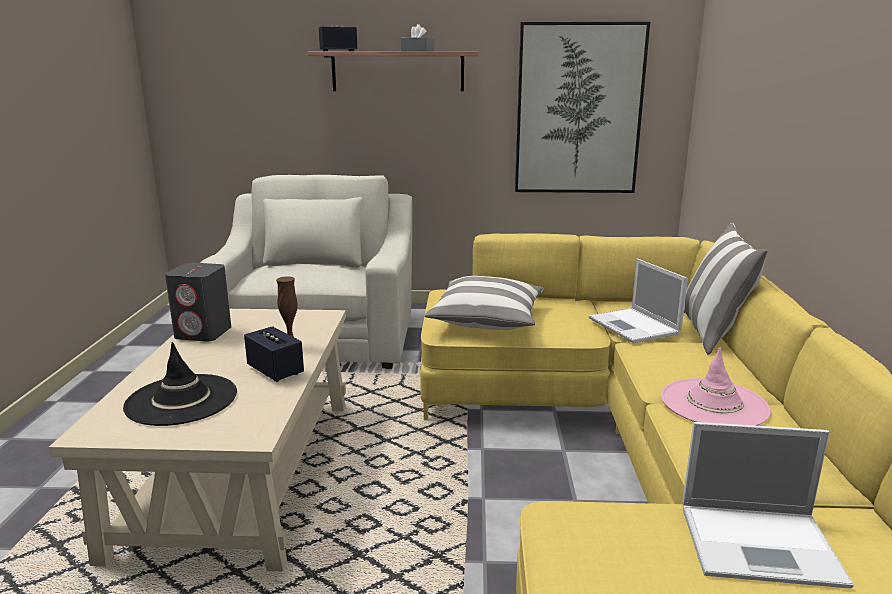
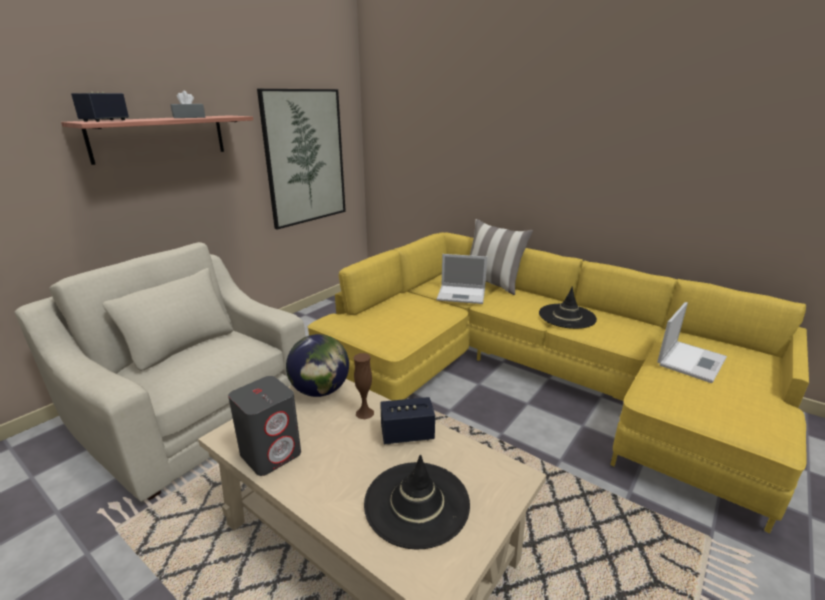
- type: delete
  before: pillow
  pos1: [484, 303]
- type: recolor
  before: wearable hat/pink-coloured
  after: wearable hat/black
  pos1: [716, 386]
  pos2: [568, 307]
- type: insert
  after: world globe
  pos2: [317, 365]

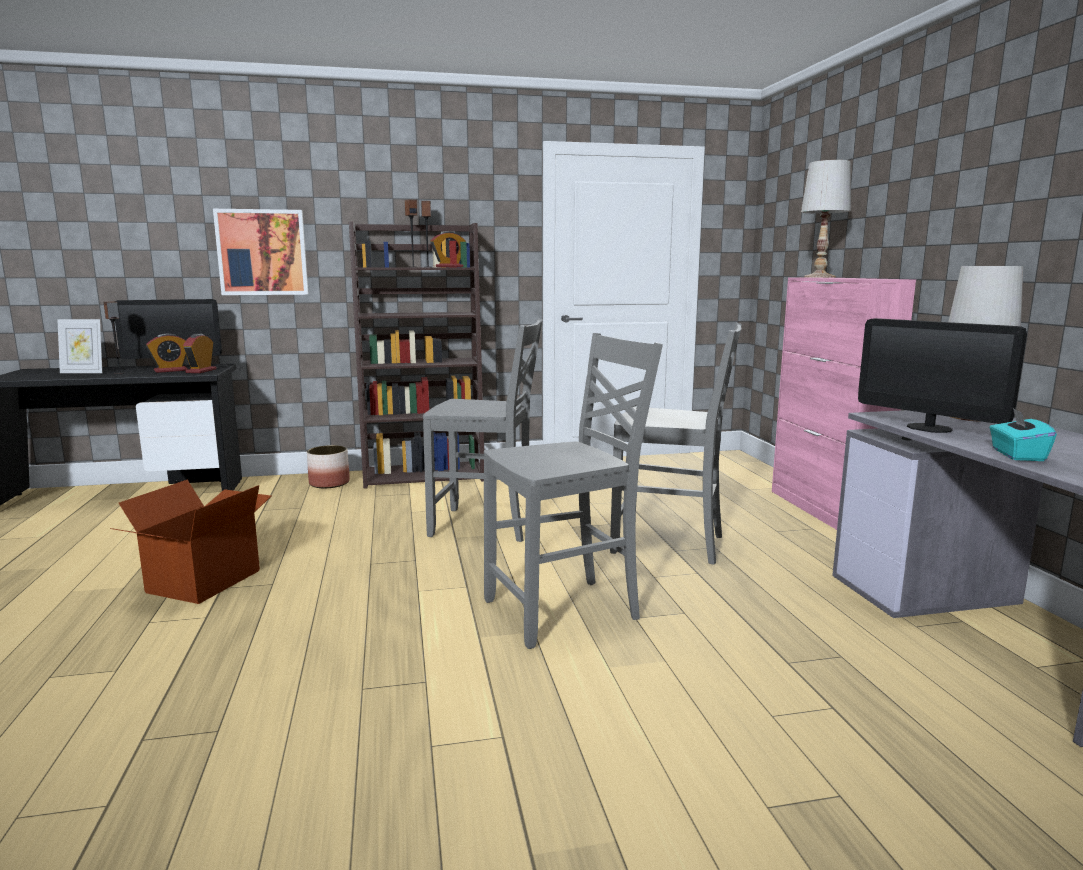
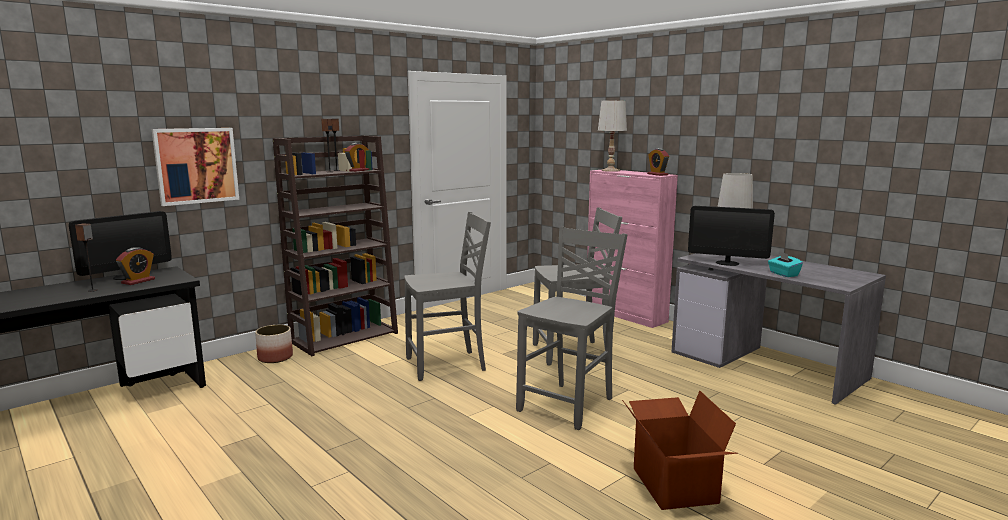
- type: delete
  before: picture frame
  pos1: [79, 346]
- type: move
  before: packing box
  pos1: [190, 542]
  pos2: [680, 450]
- type: move
  before: table clock
  pos1: [200, 353]
  pos2: [658, 162]

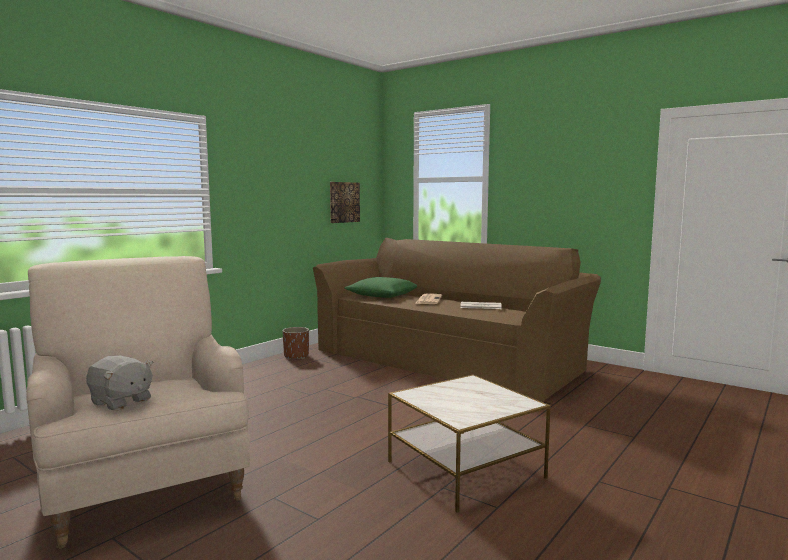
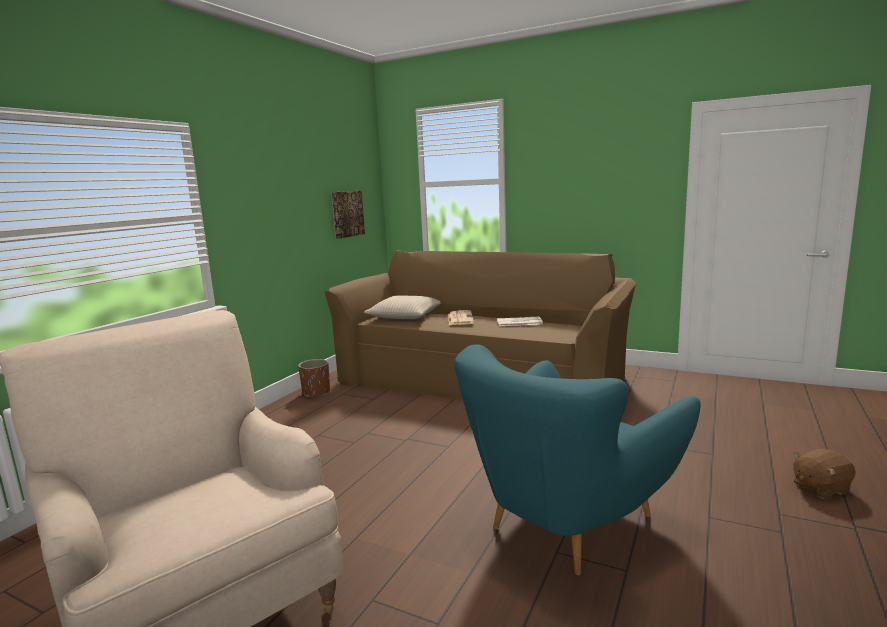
- type: delete
  before: plush toy/gray
  pos1: [120, 382]
- type: recolor
  before: pillow/green
  after: pillow/beige-coloured
  pos1: [381, 287]
  pos2: [402, 307]
- type: replace
  before: accent table
  after: lounge chair/turquoise-coloured
  pos1: [469, 443]
  pos2: [577, 460]
- type: insert
  after: plush toy/brown-coloured
  pos2: [824, 474]

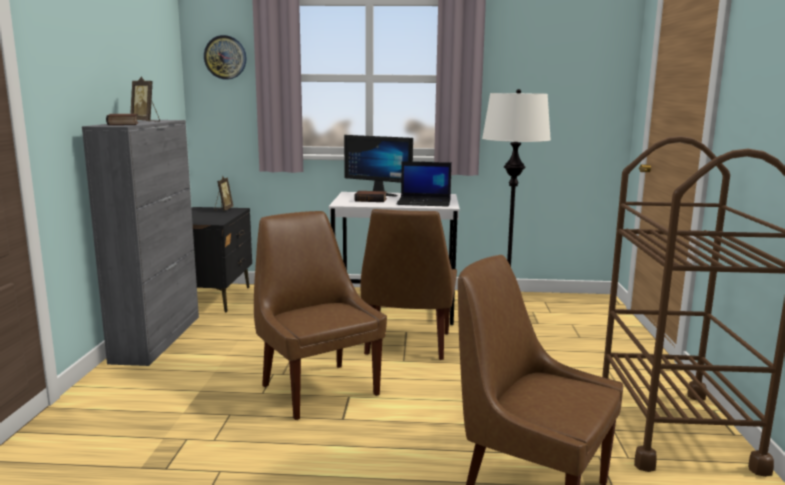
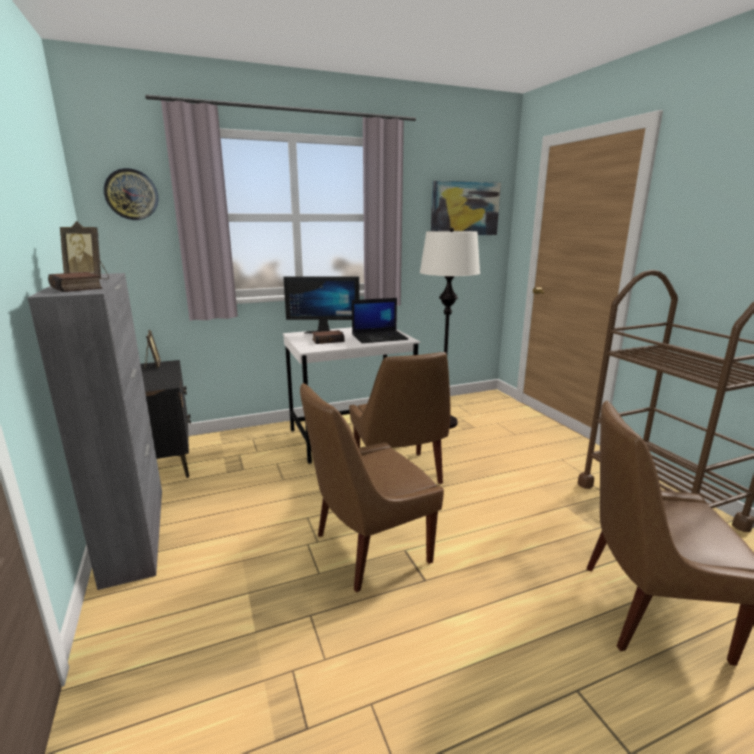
- type: rotate
  before: plain chair/brown-coloured
  pos1: [320, 315]
  pos2: [372, 488]
  turn: -60
- type: insert
  after: picture
  pos2: [466, 208]

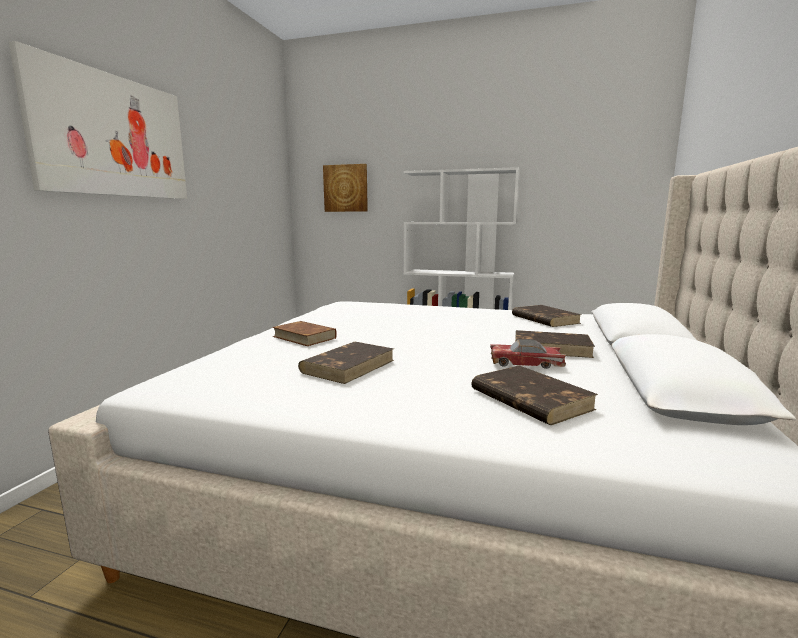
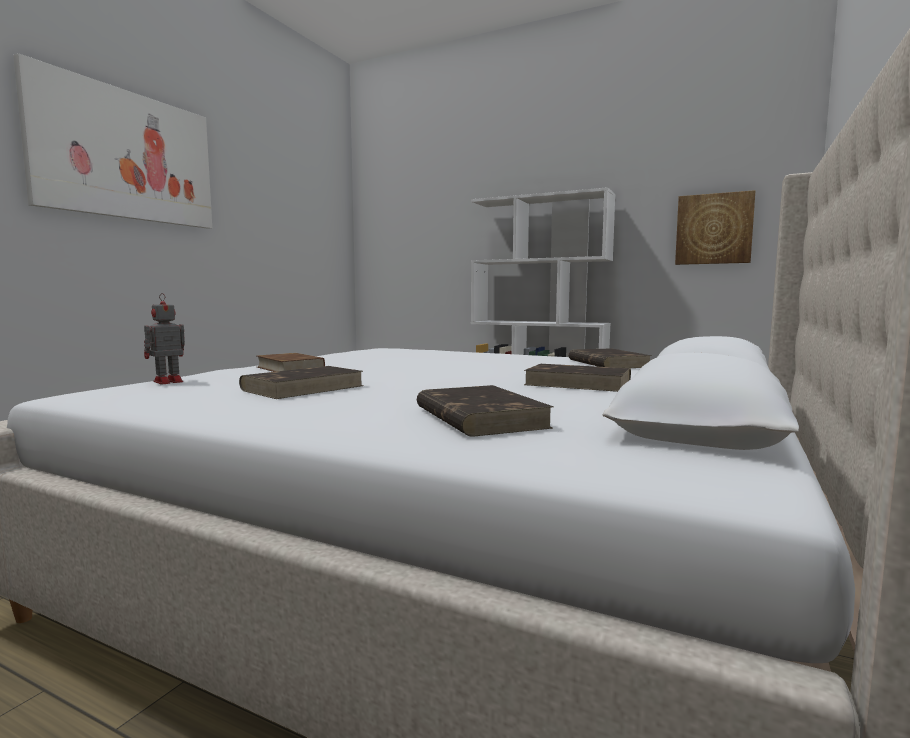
- type: move
  before: picture
  pos1: [345, 188]
  pos2: [715, 227]
- type: delete
  before: miniature car
  pos1: [528, 354]
- type: insert
  after: model robot
  pos2: [164, 338]

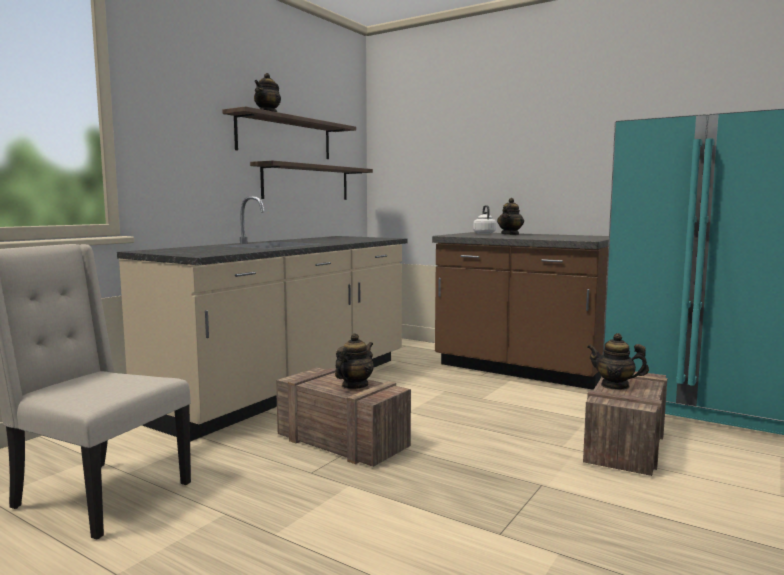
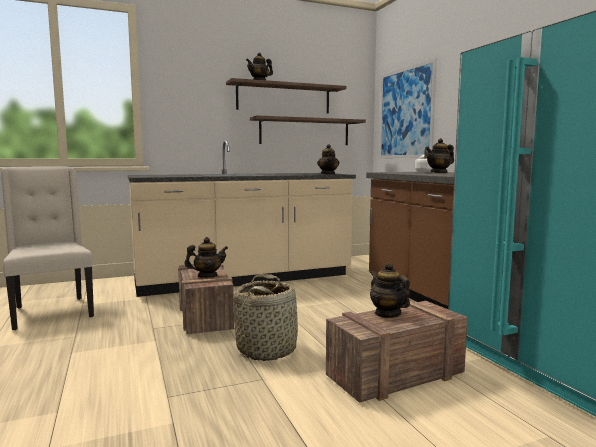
- type: insert
  after: household basket
  pos2: [265, 317]
- type: insert
  after: teapot
  pos2: [328, 159]
- type: insert
  after: picture
  pos2: [408, 108]

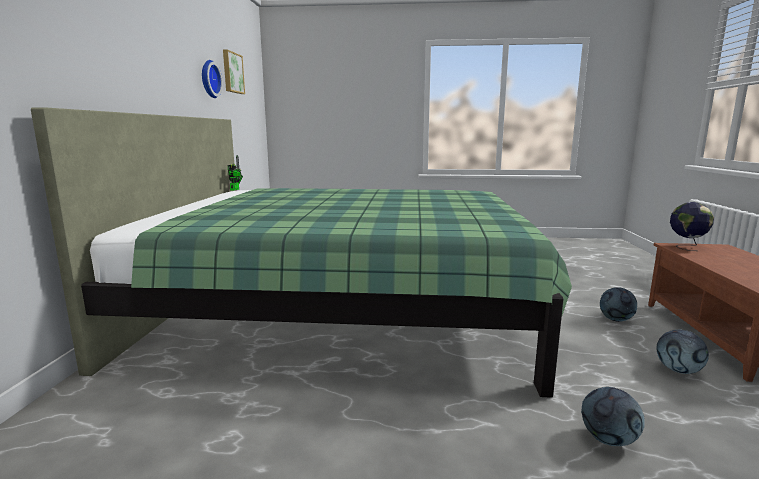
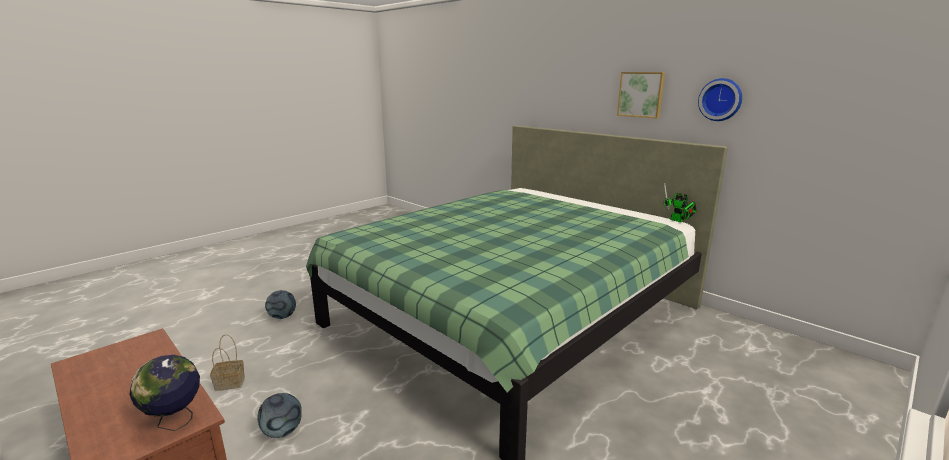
- type: move
  before: picture
  pos1: [234, 71]
  pos2: [641, 95]
- type: replace
  before: football ball
  after: household basket
  pos1: [682, 352]
  pos2: [227, 362]

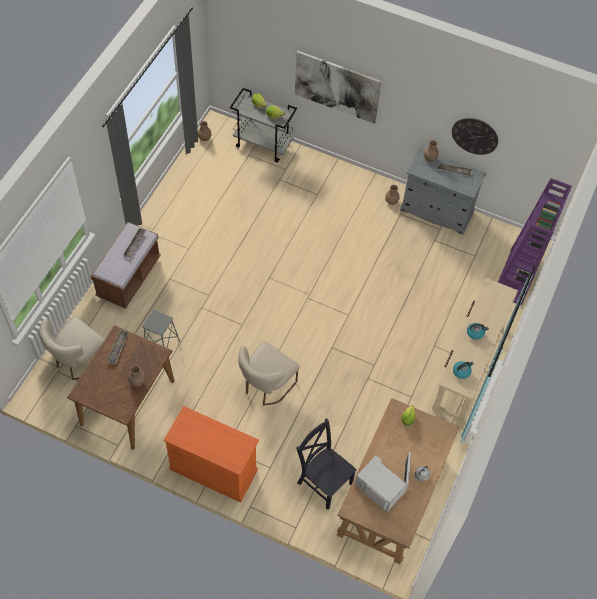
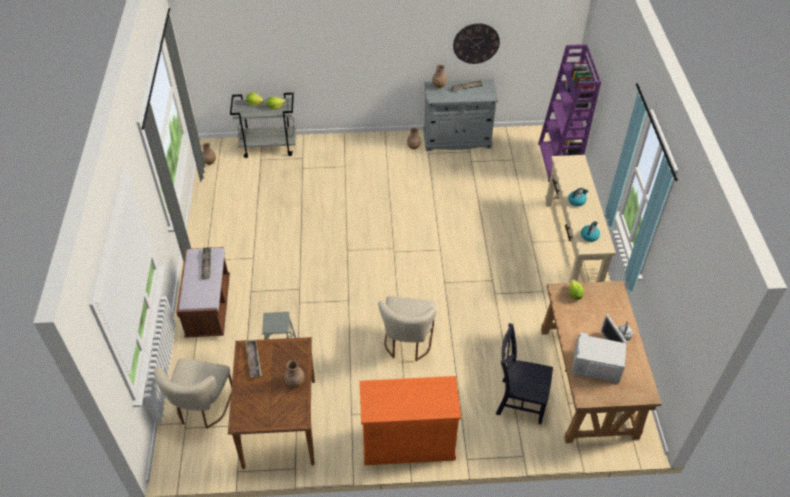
- type: delete
  before: picture
  pos1: [338, 87]

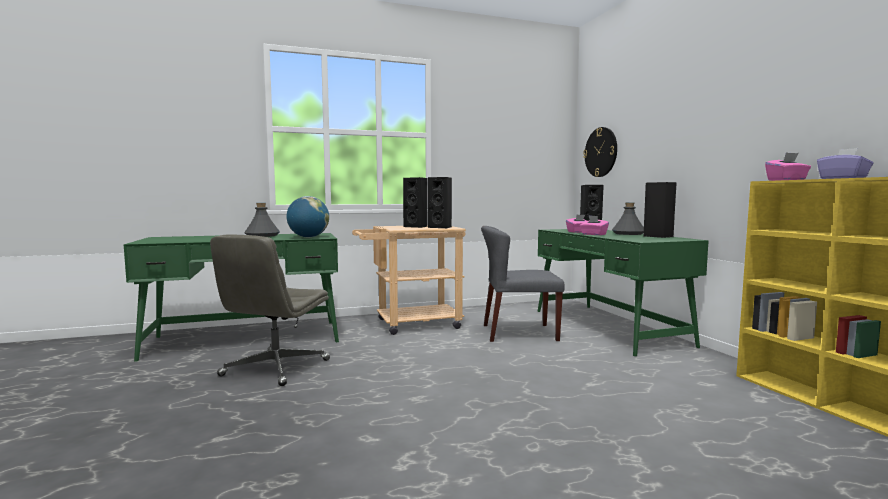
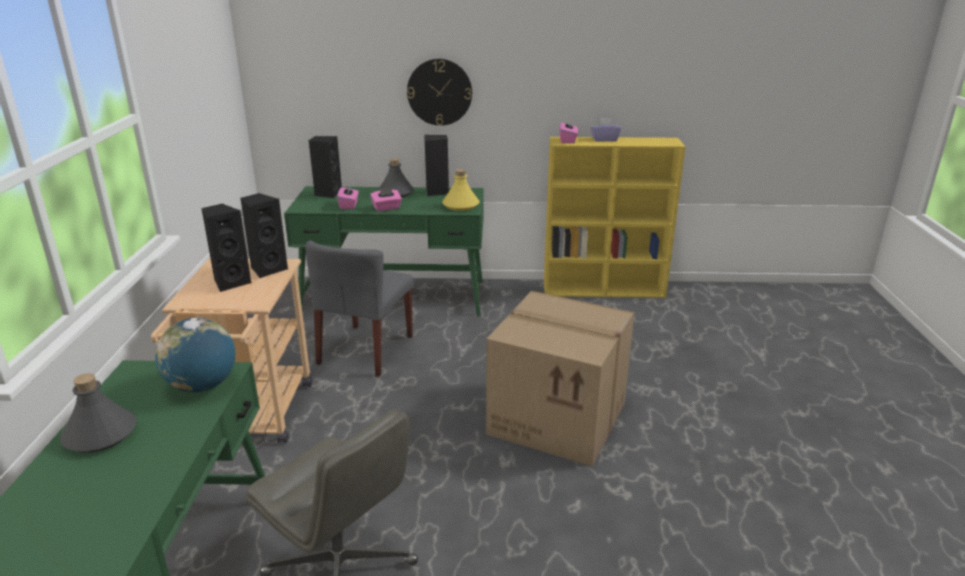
- type: move
  before: wall clock
  pos1: [600, 152]
  pos2: [439, 92]
- type: insert
  after: beverage bottle/yellow
  pos2: [461, 190]
- type: insert
  after: packing box
  pos2: [560, 378]

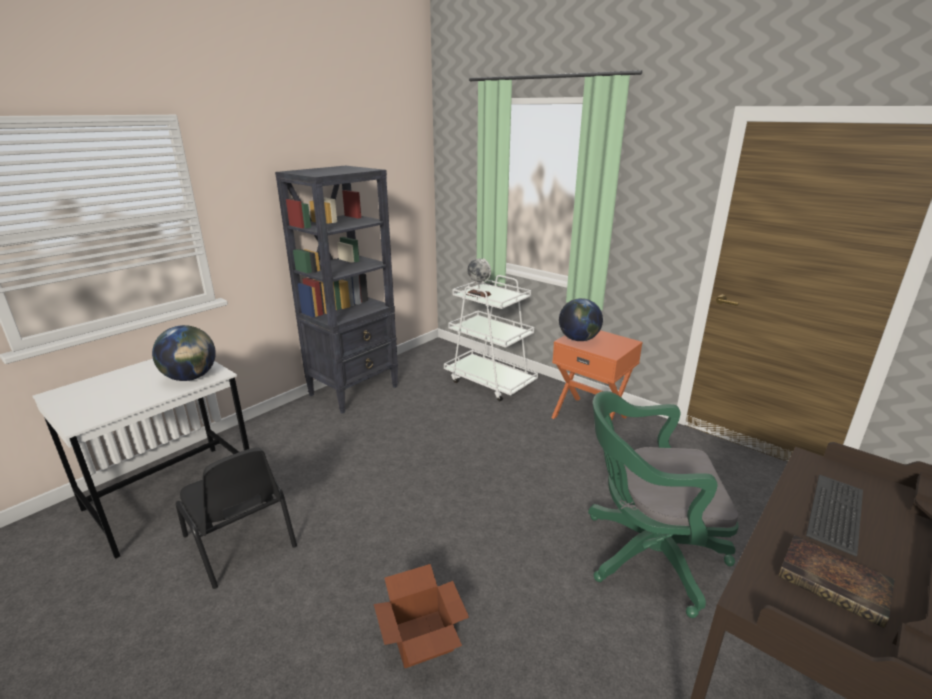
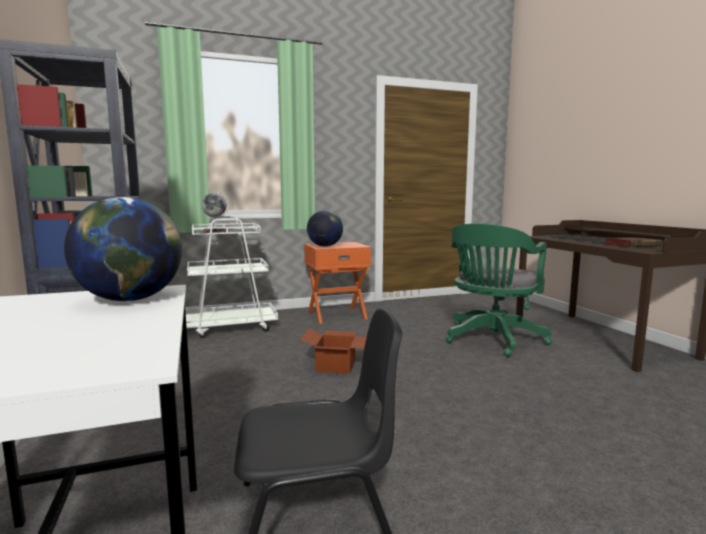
- type: move
  before: packing box
  pos1: [421, 616]
  pos2: [333, 351]

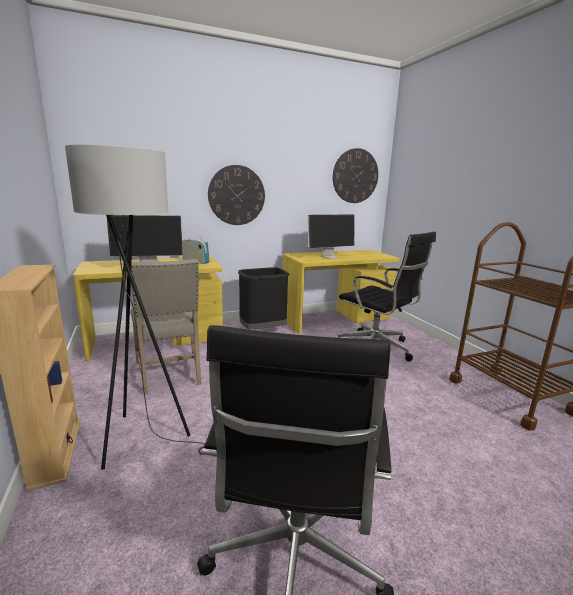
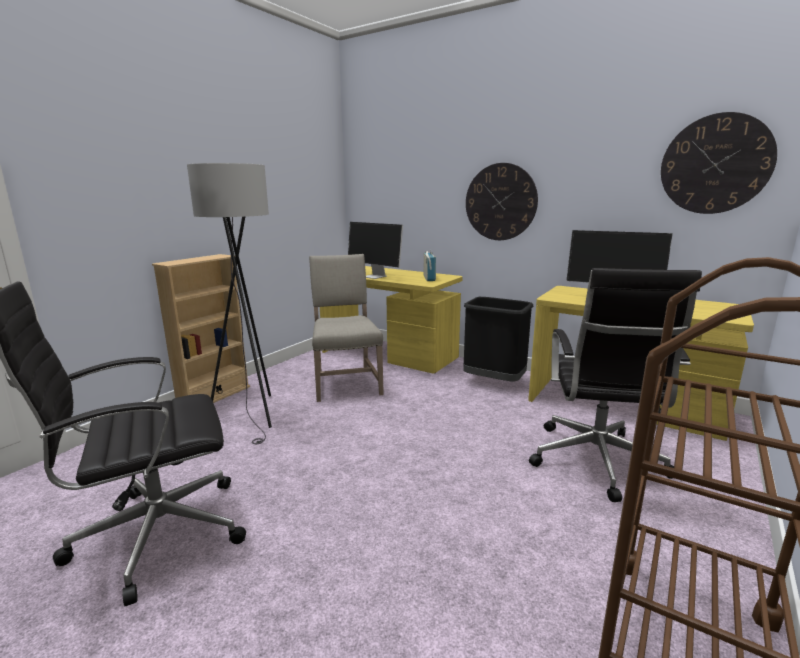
- type: rotate
  before: plain chair/beige-coloured
  pos1: [166, 326]
  pos2: [346, 328]
  turn: 135

